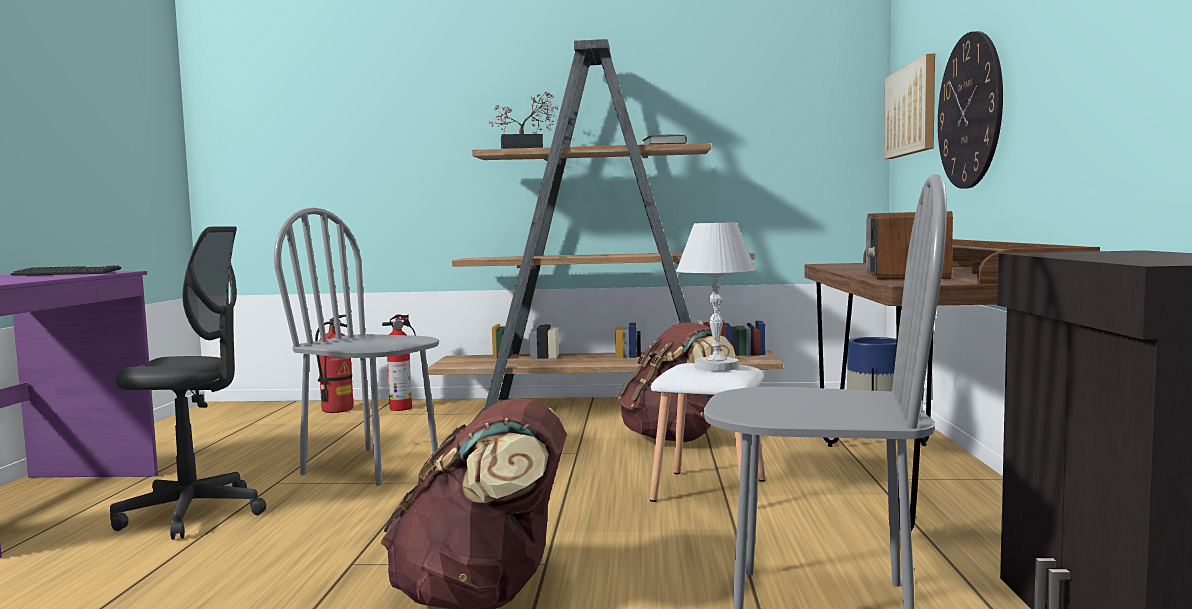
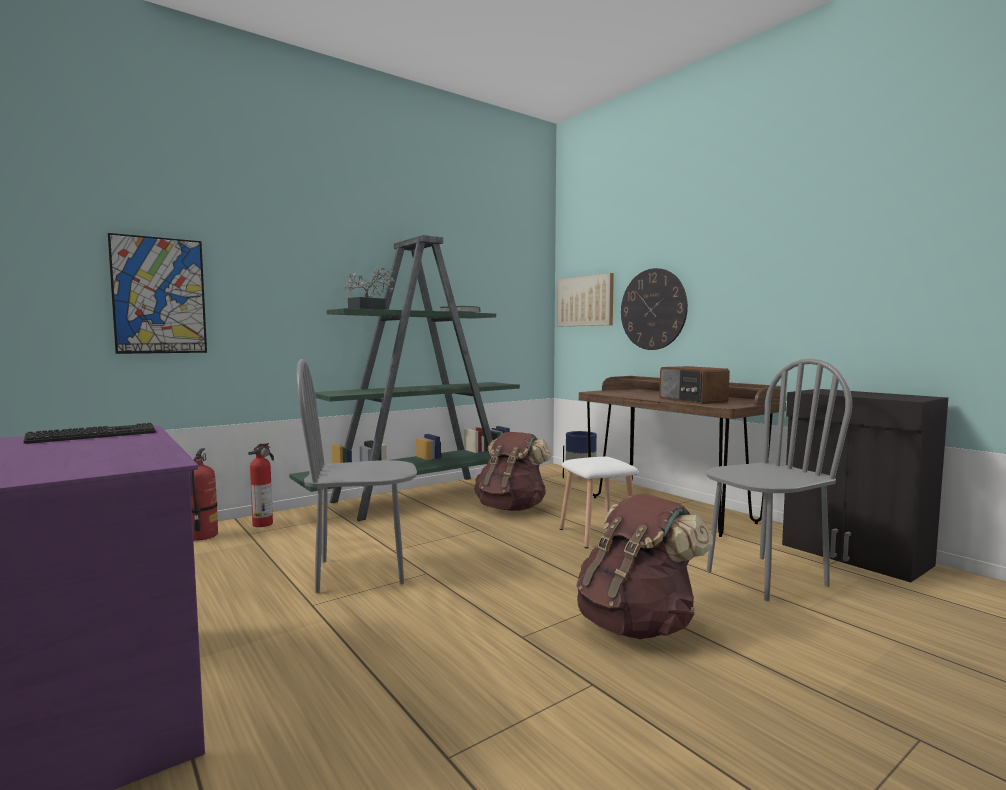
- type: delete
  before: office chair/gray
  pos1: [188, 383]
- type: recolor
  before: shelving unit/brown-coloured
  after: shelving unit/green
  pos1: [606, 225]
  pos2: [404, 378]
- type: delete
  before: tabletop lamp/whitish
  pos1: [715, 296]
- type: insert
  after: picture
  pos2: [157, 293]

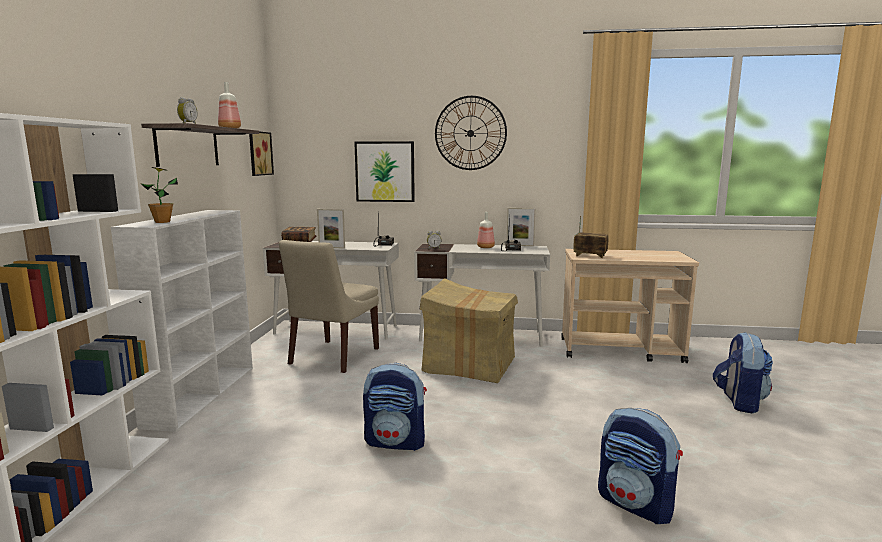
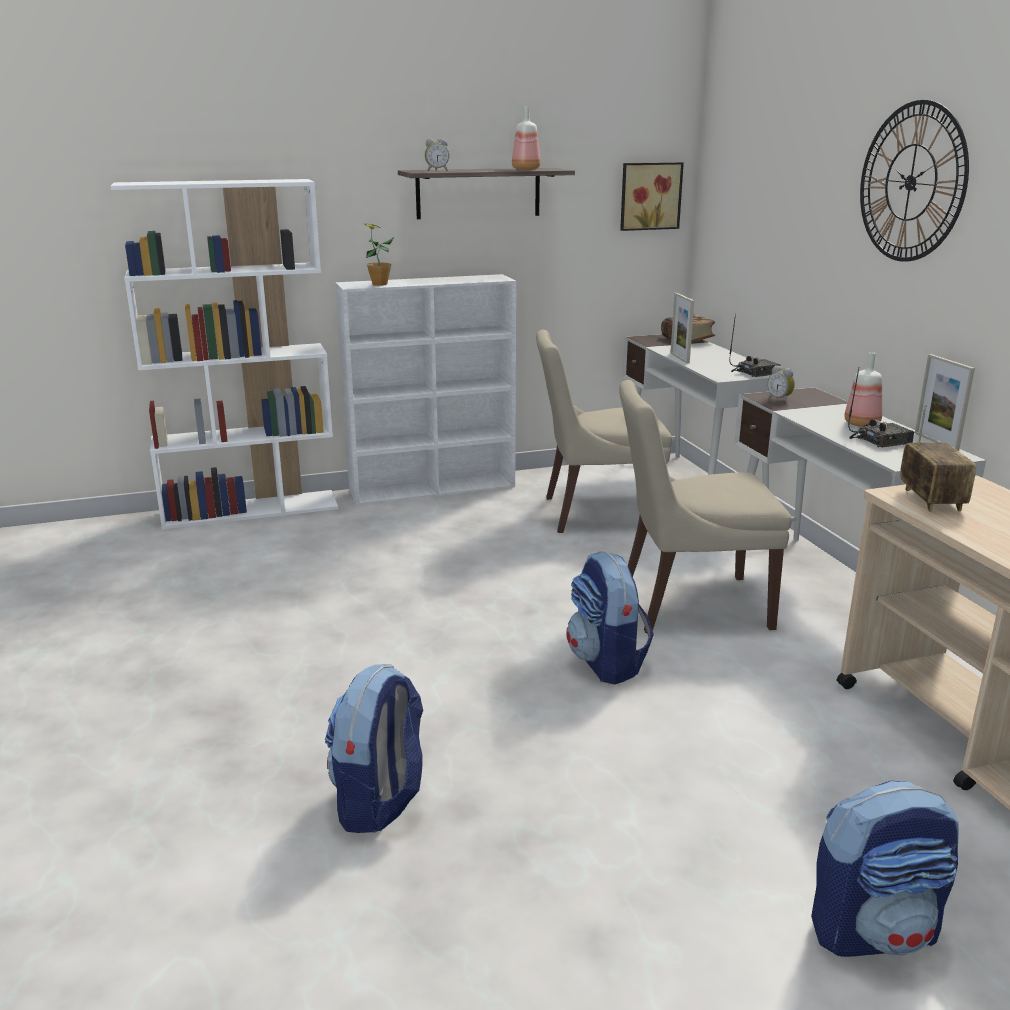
- type: delete
  before: picture
  pos1: [384, 171]
- type: move
  before: rucksack
  pos1: [395, 407]
  pos2: [610, 618]
- type: replace
  before: packing box
  after: plain chair/beige-coloured
  pos1: [469, 330]
  pos2: [705, 506]

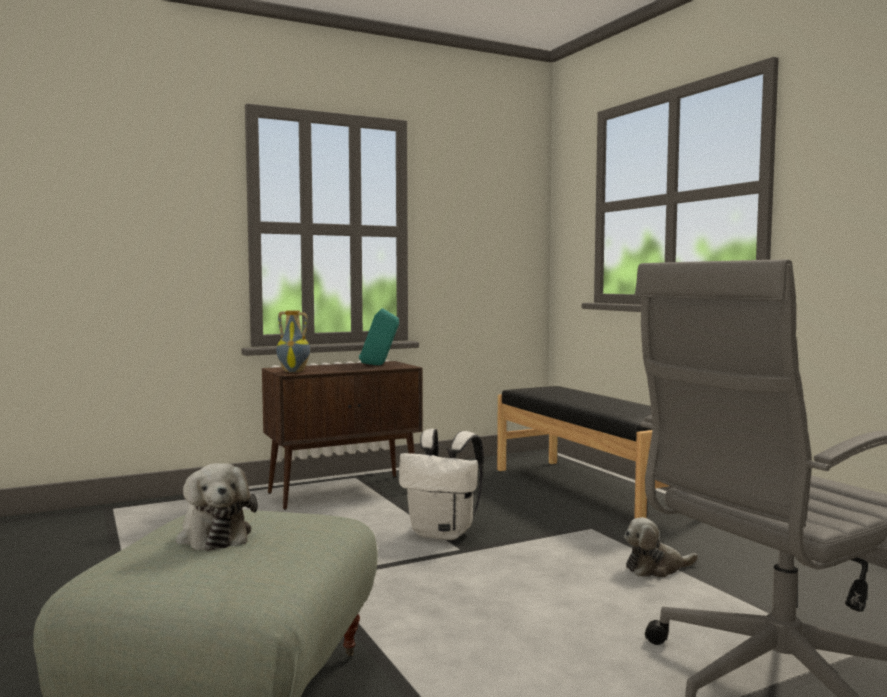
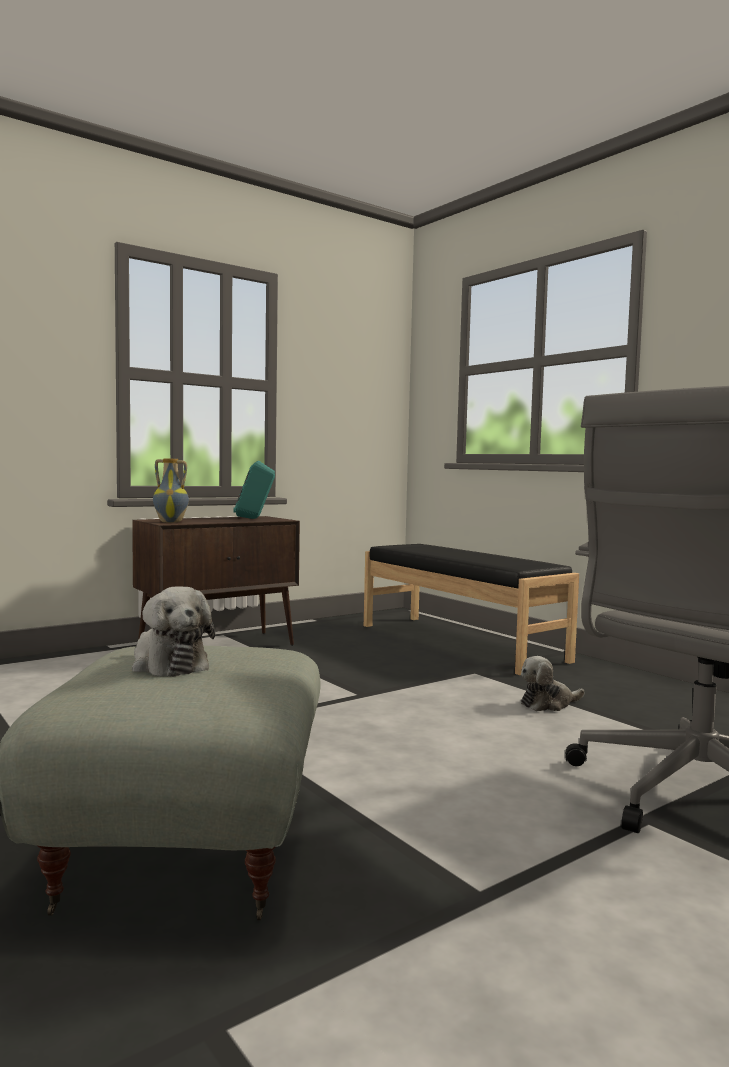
- type: delete
  before: rucksack/whitish
  pos1: [441, 484]

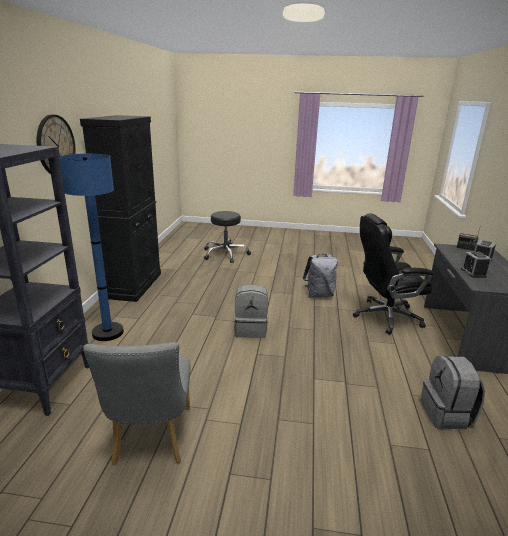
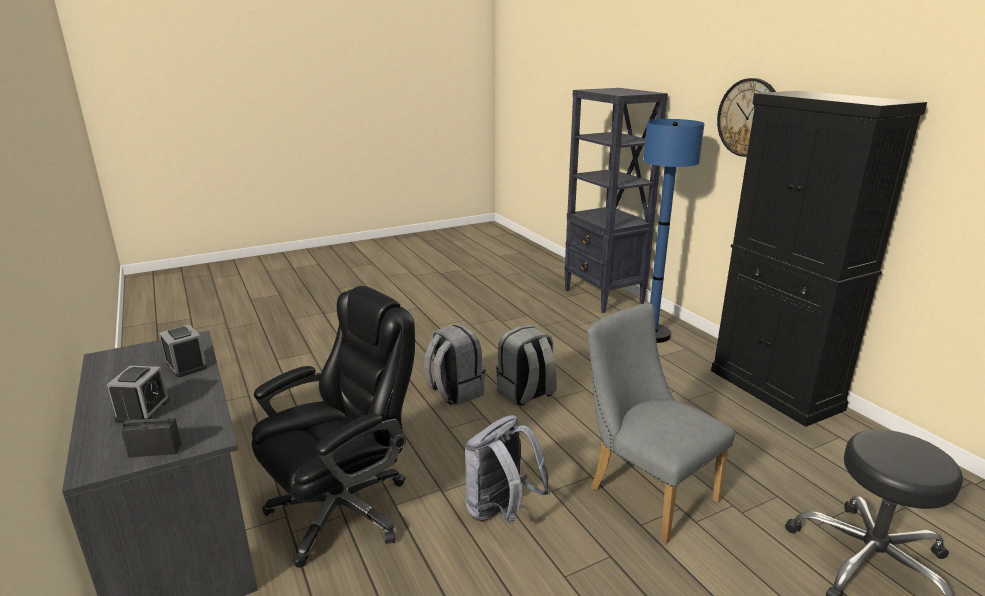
- type: move
  before: plain chair/gray
  pos1: [137, 404]
  pos2: [661, 424]
- type: move
  before: rucksack/gray
  pos1: [453, 392]
  pos2: [455, 364]

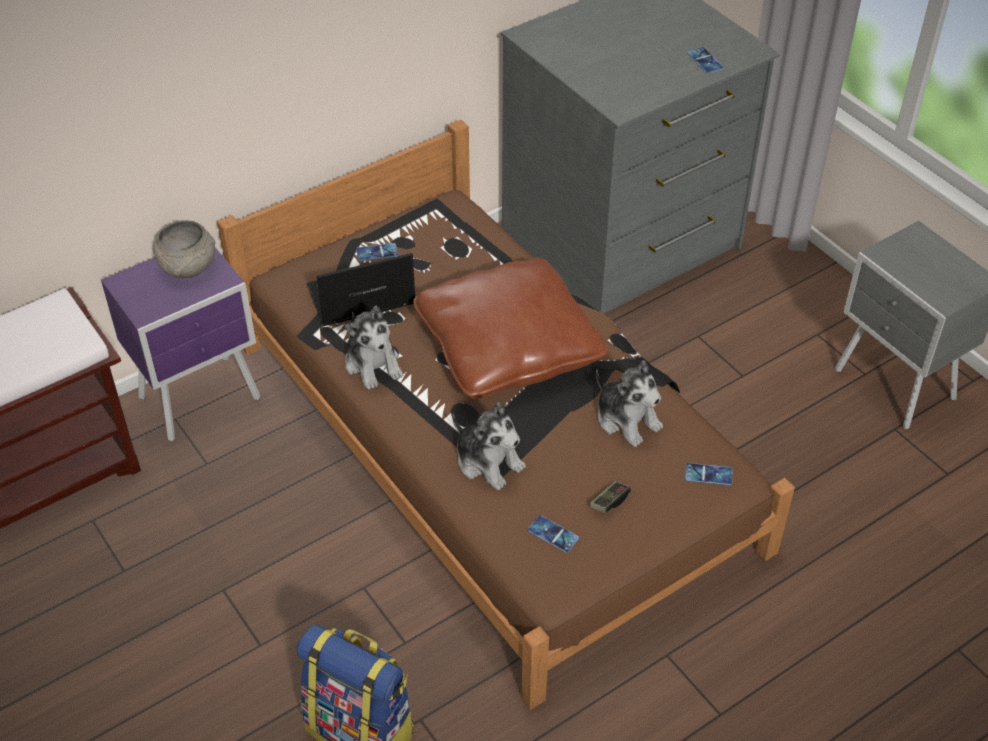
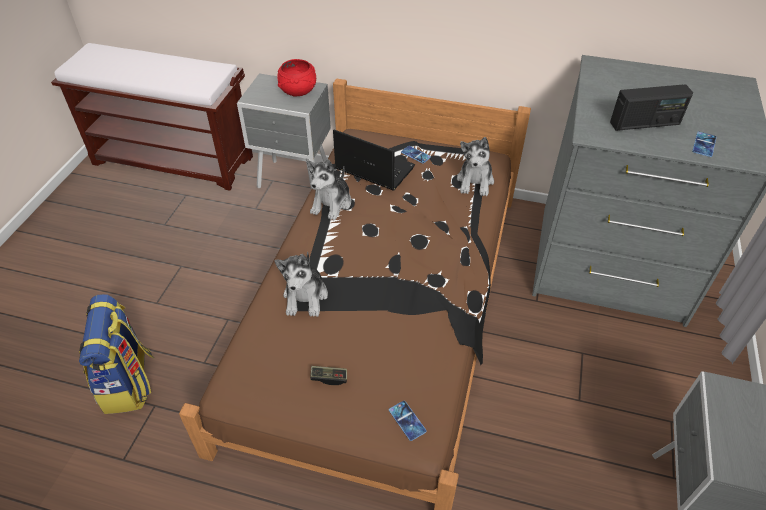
- type: recolor
  before: bedside table/purple-coloured
  after: bedside table/gray
  pos1: [180, 344]
  pos2: [284, 131]
- type: recolor
  before: deep dish/gray
  after: deep dish/red-coloured
  pos1: [185, 249]
  pos2: [296, 77]
- type: delete
  before: pillow/brown-coloured
  pos1: [510, 328]
- type: delete
  before: telephone
  pos1: [553, 534]
- type: move
  before: plush toy
  pos1: [629, 403]
  pos2: [475, 166]
- type: insert
  after: radio receiver
  pos2: [651, 108]

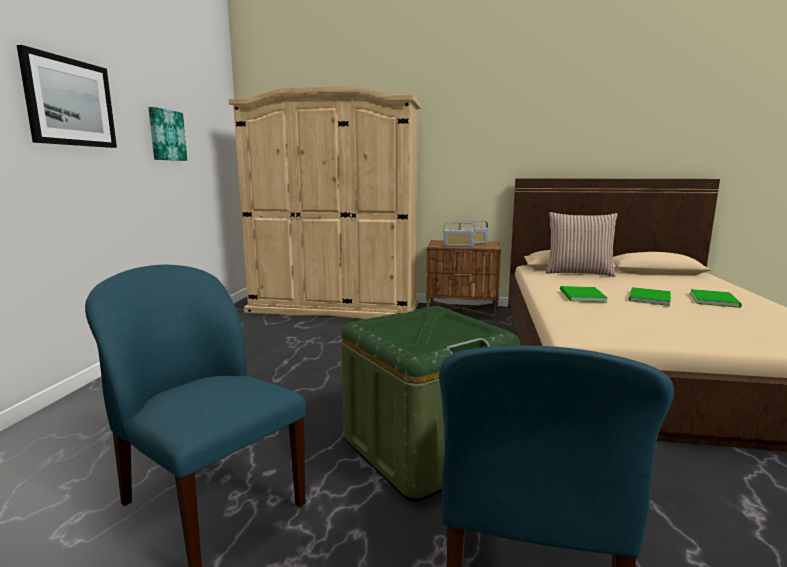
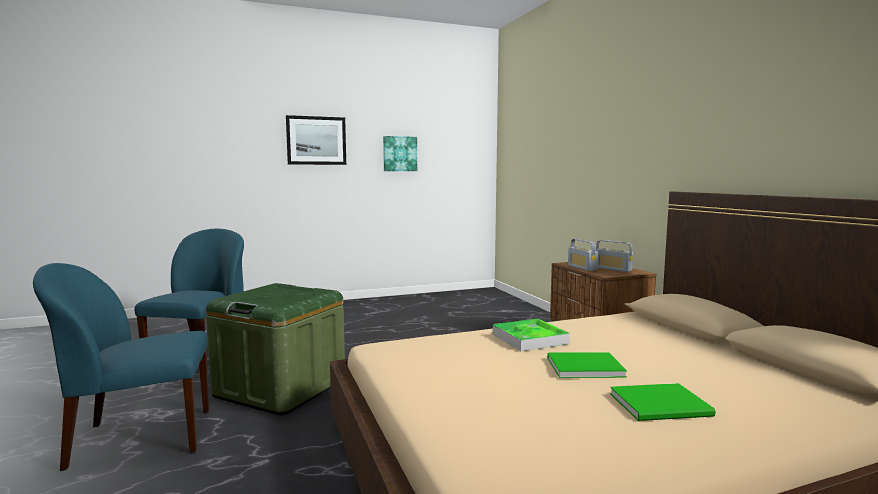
- type: delete
  before: wardrobe/beige-coloured
  pos1: [325, 202]
- type: delete
  before: pillow
  pos1: [581, 244]
- type: replace
  before: book/green
  after: serving tray
  pos1: [584, 294]
  pos2: [531, 335]

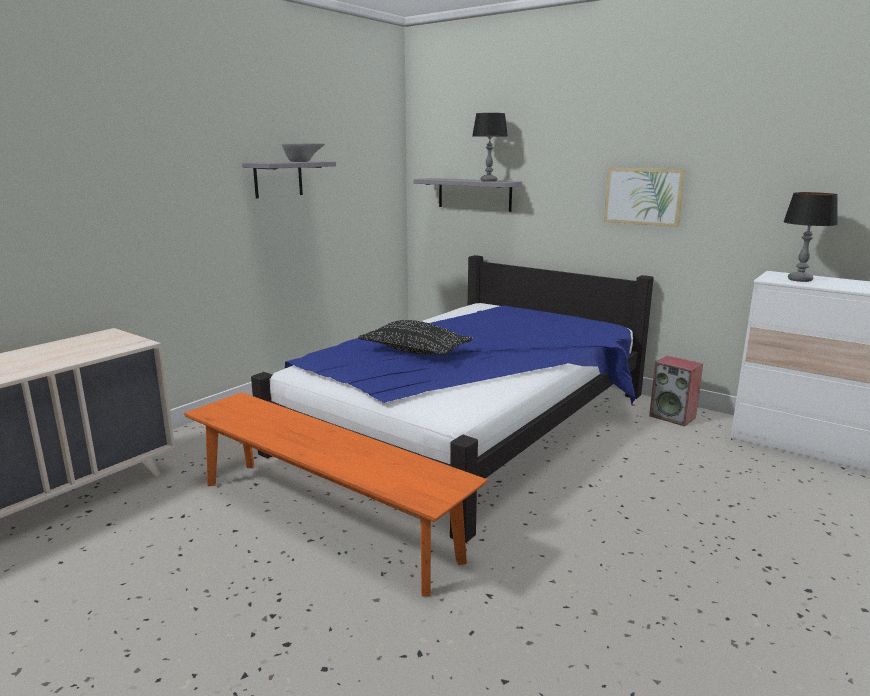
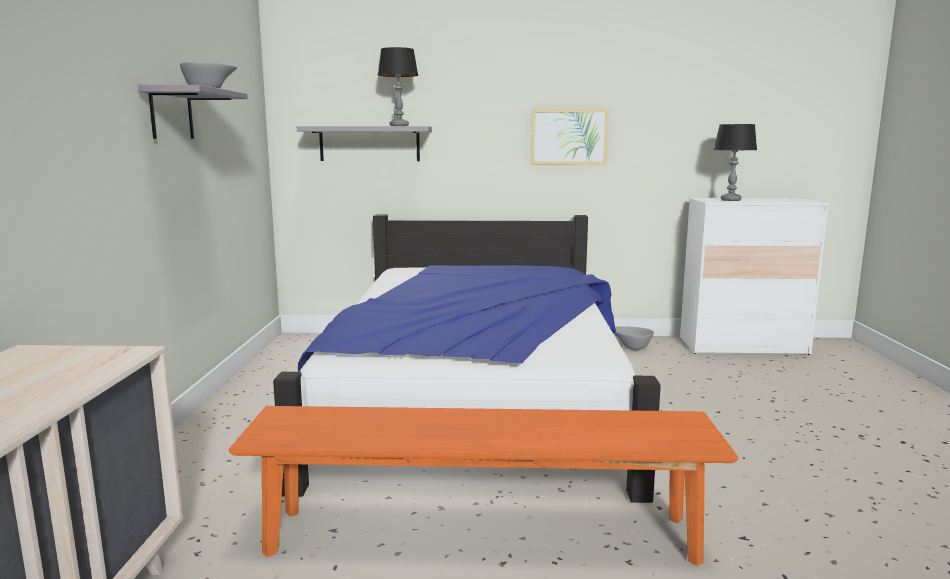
- type: delete
  before: pillow/black
  pos1: [415, 338]
- type: replace
  before: loudspeaker
  after: deep dish/gray
  pos1: [676, 391]
  pos2: [634, 338]

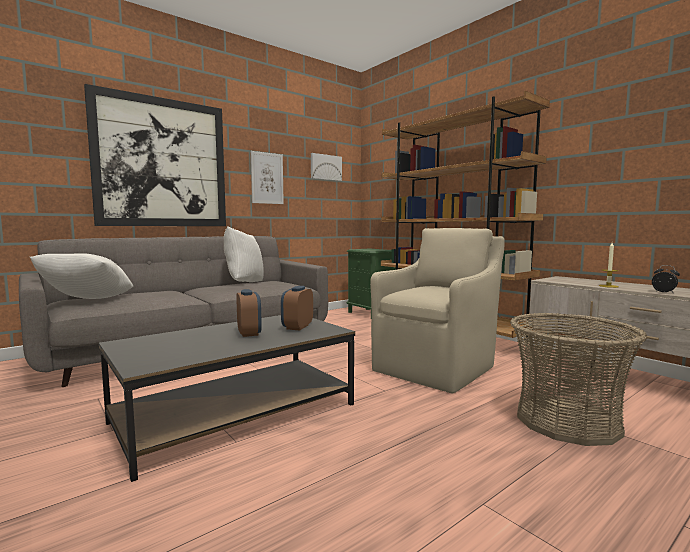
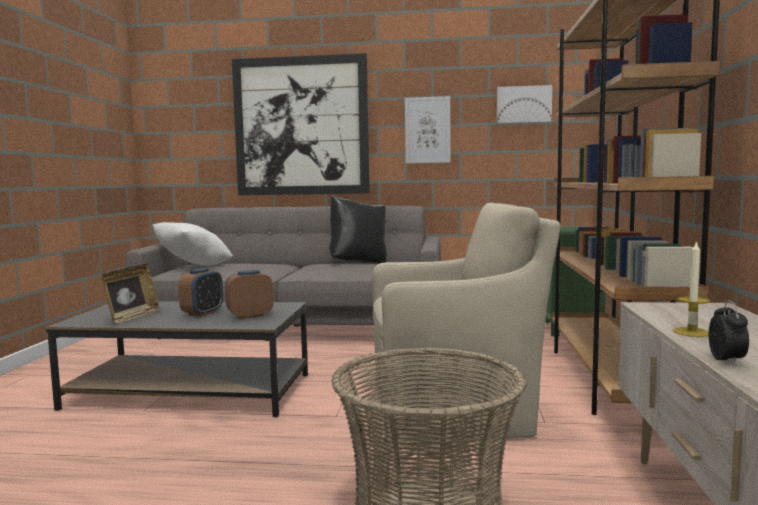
- type: recolor
  before: pillow/whitish
  after: pillow/black
  pos1: [244, 254]
  pos2: [358, 229]
- type: insert
  after: picture frame
  pos2: [131, 294]

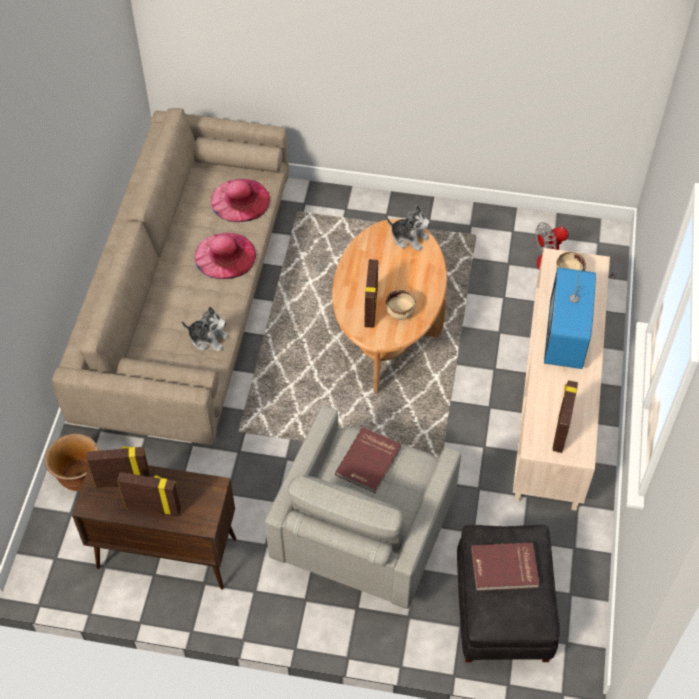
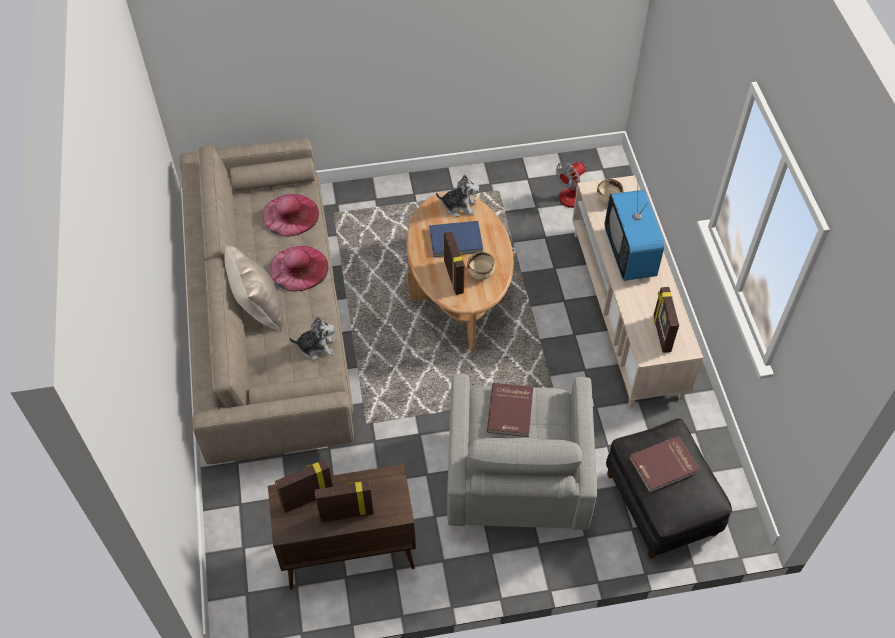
- type: delete
  before: plant pot/brown-coloured
  pos1: [72, 462]
- type: insert
  after: pillow/beige-coloured
  pos2: [253, 287]
- type: insert
  after: book/blue-coloured
  pos2: [456, 239]

